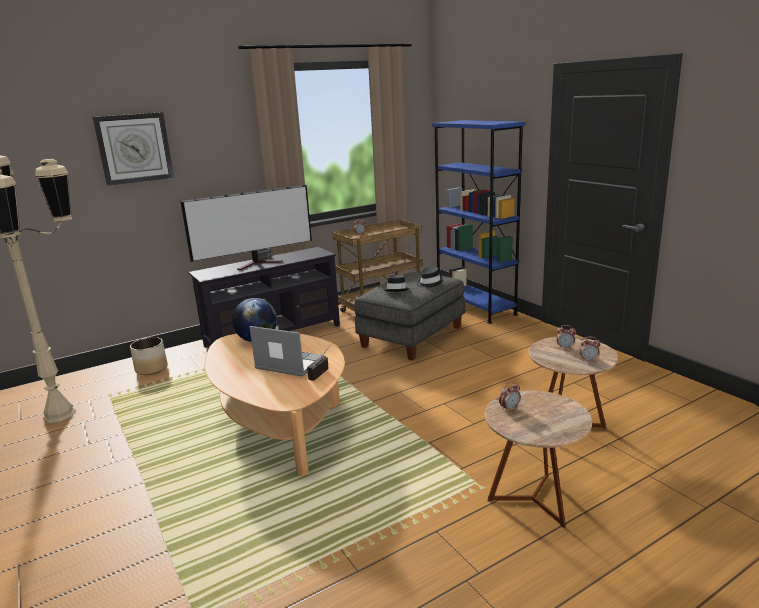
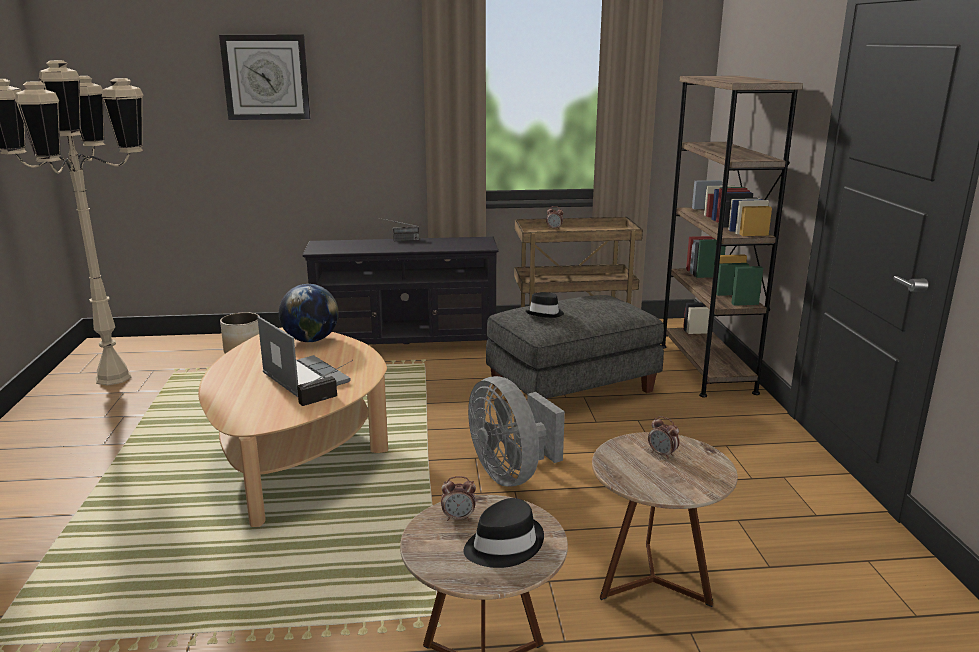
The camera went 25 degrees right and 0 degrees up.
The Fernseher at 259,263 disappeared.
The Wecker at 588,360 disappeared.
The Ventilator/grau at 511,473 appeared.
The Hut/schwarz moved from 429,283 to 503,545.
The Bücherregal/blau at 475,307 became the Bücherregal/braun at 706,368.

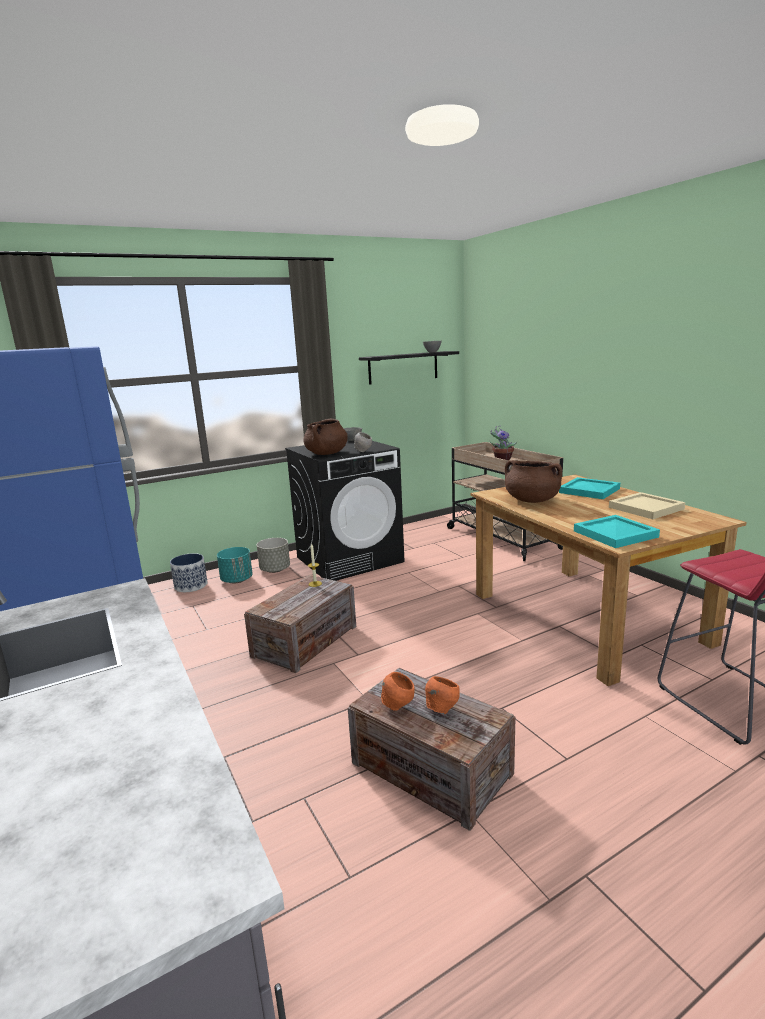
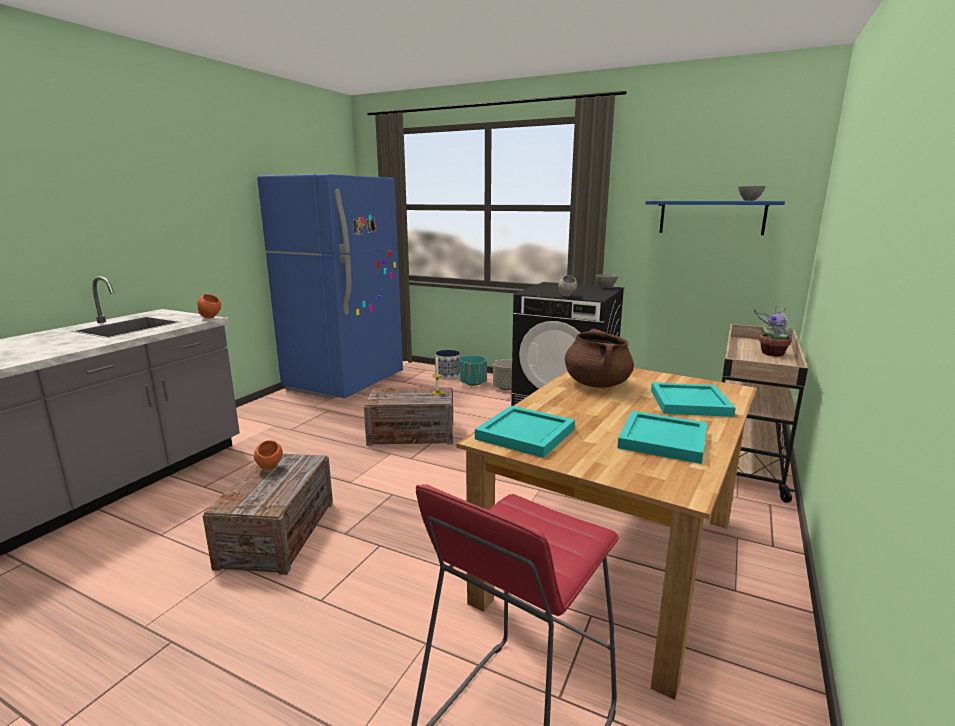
The camera went 55 degrees right and 0 degrees up.
The Kochtopf/braun at 326,454 disappeared.
The Schüssel/orange moved from 442,710 to 211,318.
The Wandregal/schwarz at 403,367 became the Wandregal/blau at 711,217.
The Tablett/beige at 645,508 became the Tablett/türkis at 664,439.

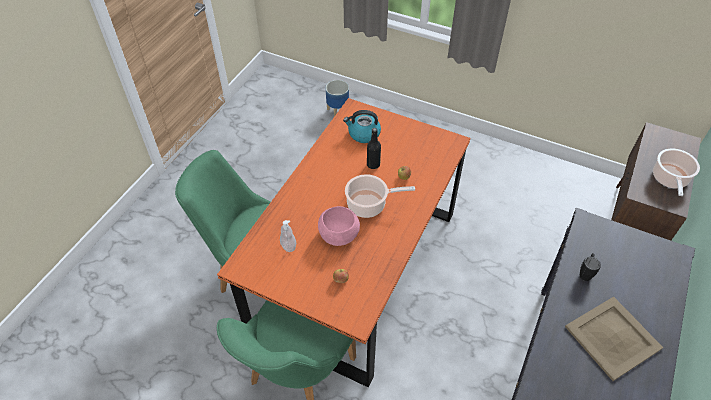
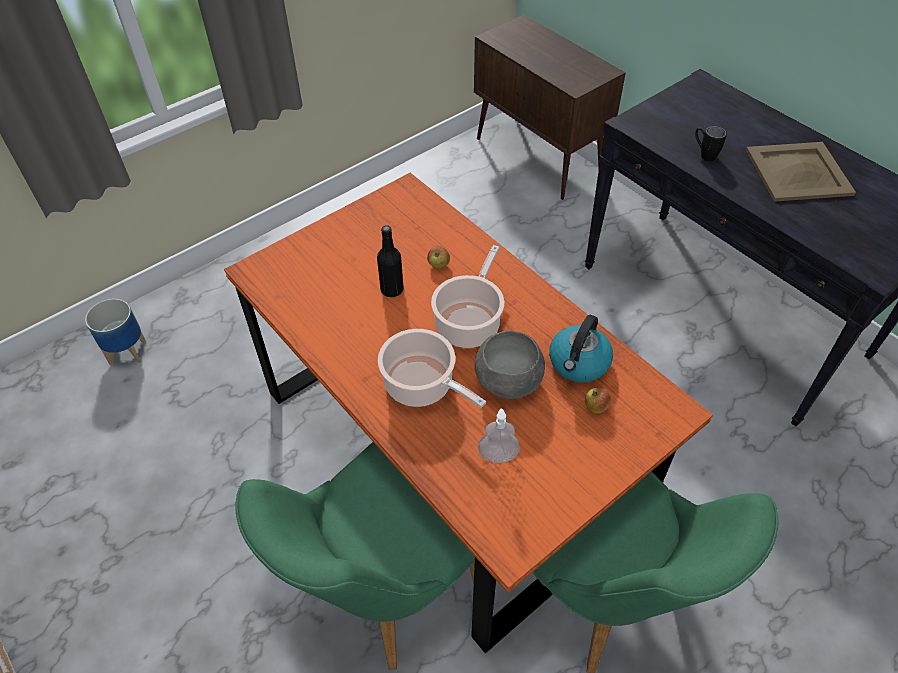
The camera went 65 degrees left and 0 degrees up.
The Wasserkessel moved from 363,134 to 578,363.
The Kochtopf moved from 669,179 to 422,386.
The Schüssel/rosa at 338,235 became the Schüssel/grau at 508,380.

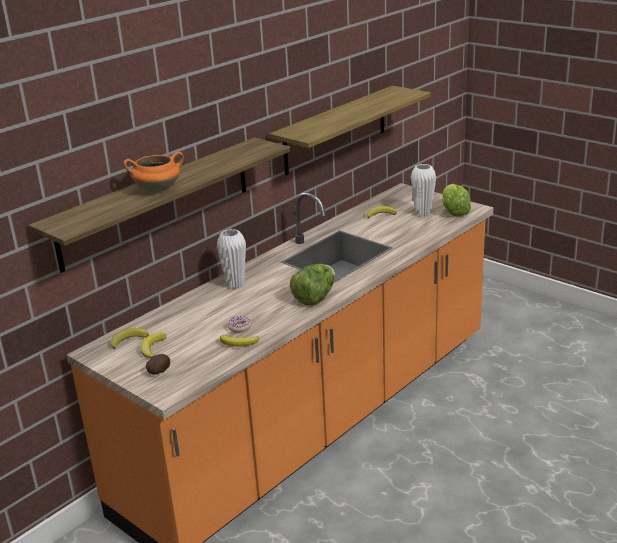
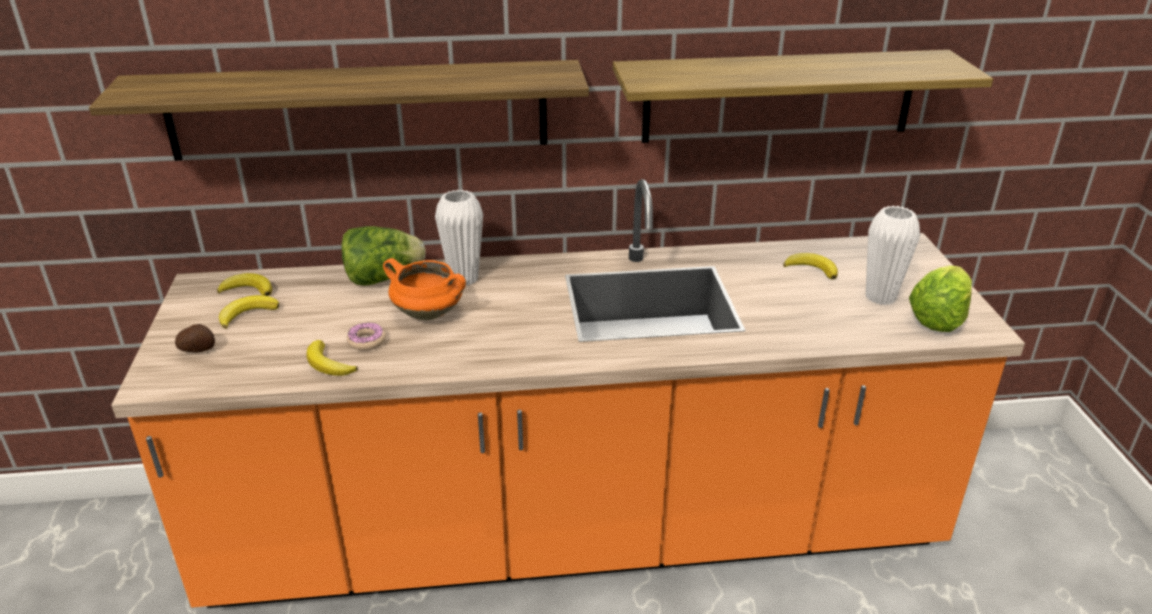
The camera went 40 degrees right and 5 degrees up.
The Kochtopf/orange moved from 158,189 to 429,313.
The Salatkopf moved from 315,298 to 383,278.

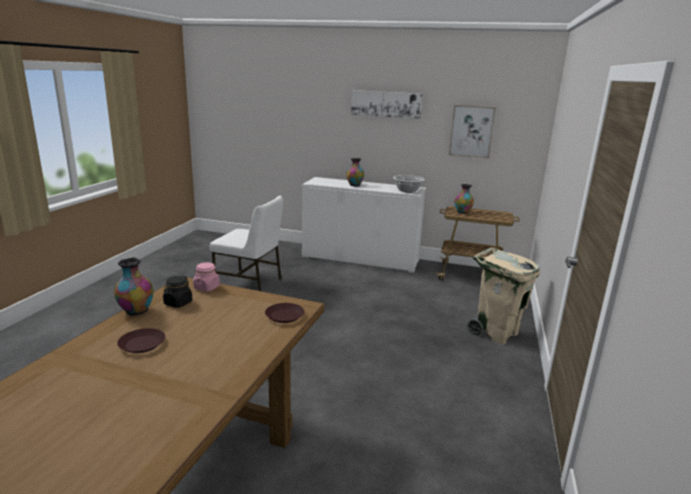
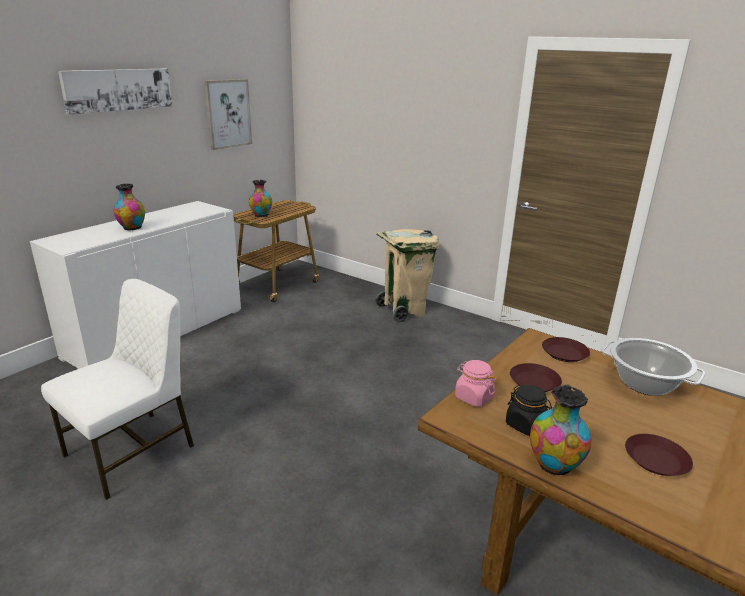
The camera went 70 degrees left and 5 degrees up.
The Teller/braun at 533,382 appeared.
The Kochtopf moved from 407,190 to 644,384.

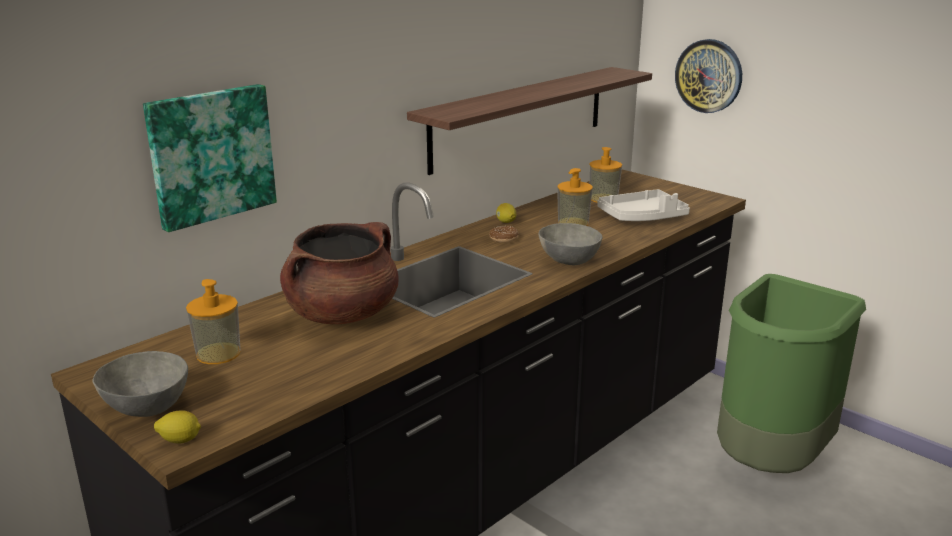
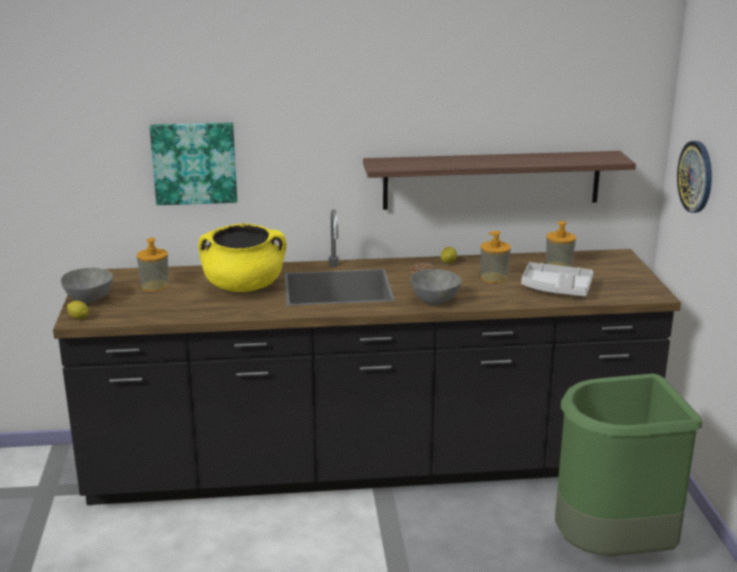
The camera went 40 degrees right and 0 degrees up.
The Kochtopf/braun at 342,314 became the Kochtopf/gelb at 244,286.

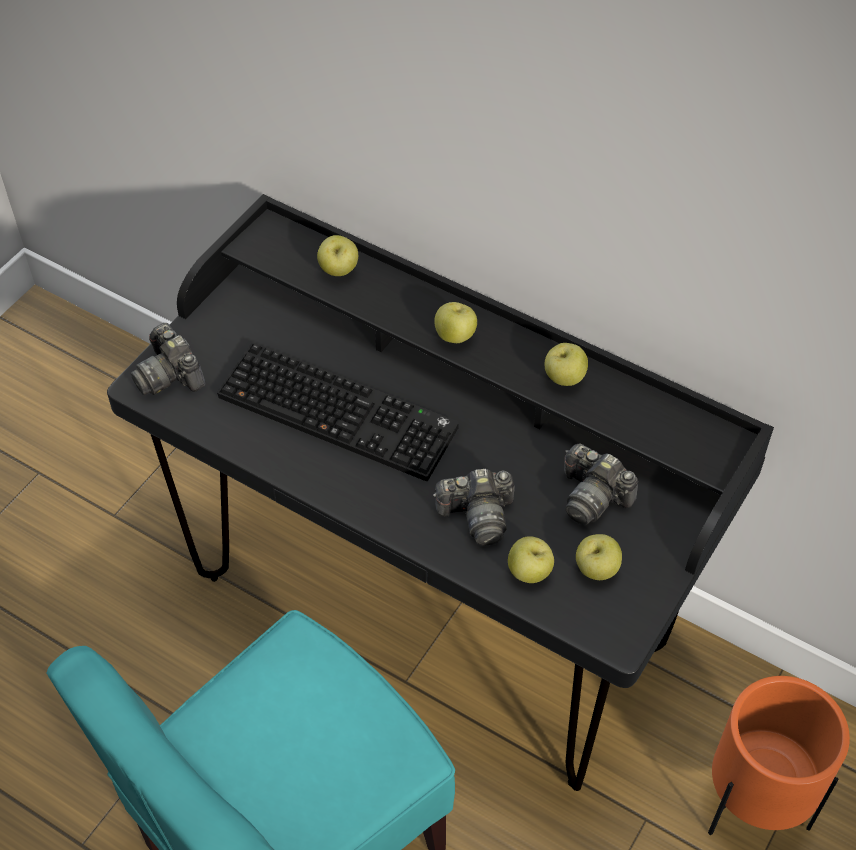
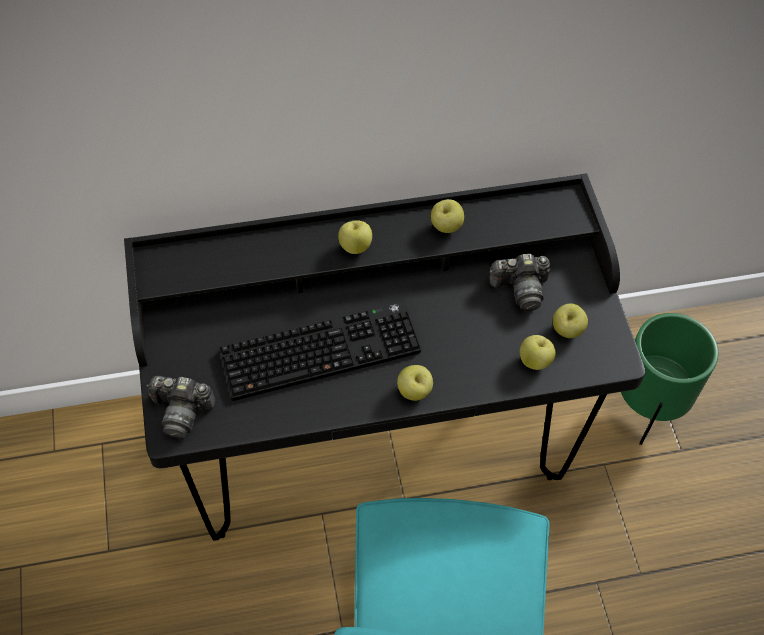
The camera went 45 degrees left and 5 degrees up.
The Kamera at 477,516 disappeared.
The Apfel moved from 338,270 to 414,391.
The Pflanzkübel/orange at 753,804 became the Pflanzkübel/grün at 645,409.

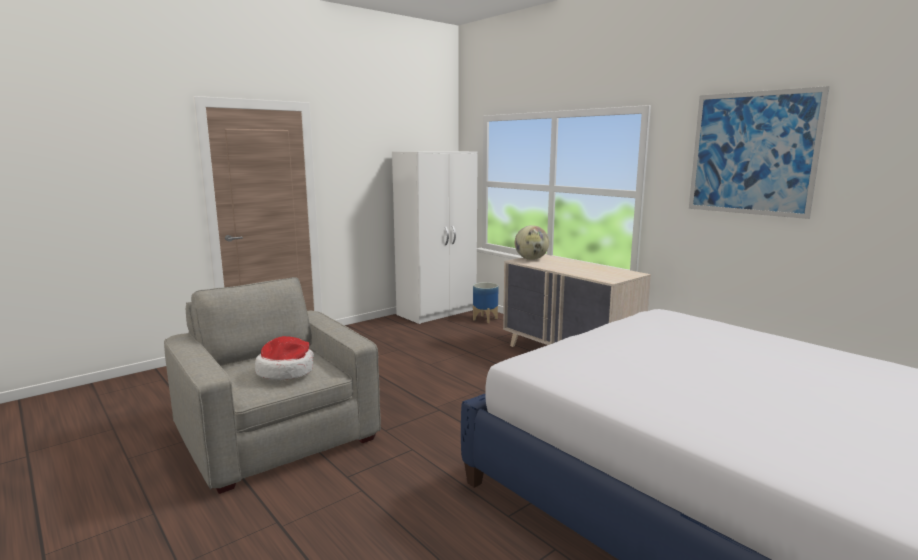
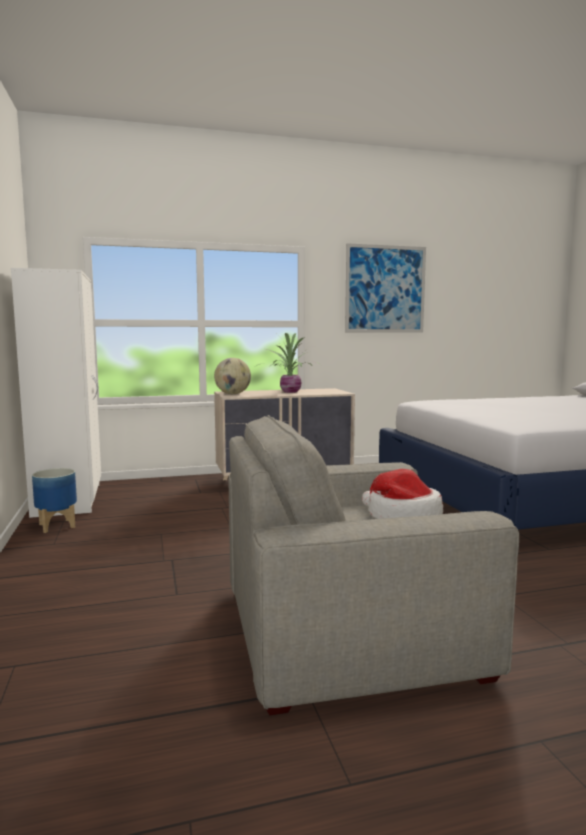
The camera went 65 degrees left and 5 degrees down.
The Topfpflanze at 289,392 appeared.
The Pflanzkübel moved from 485,319 to 57,526.

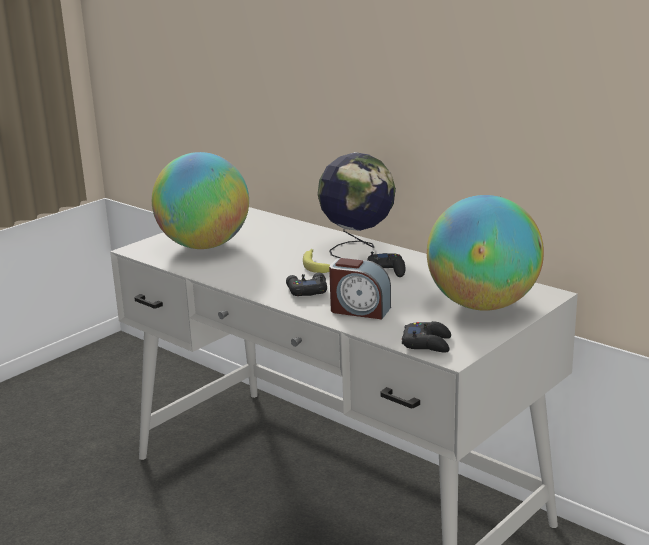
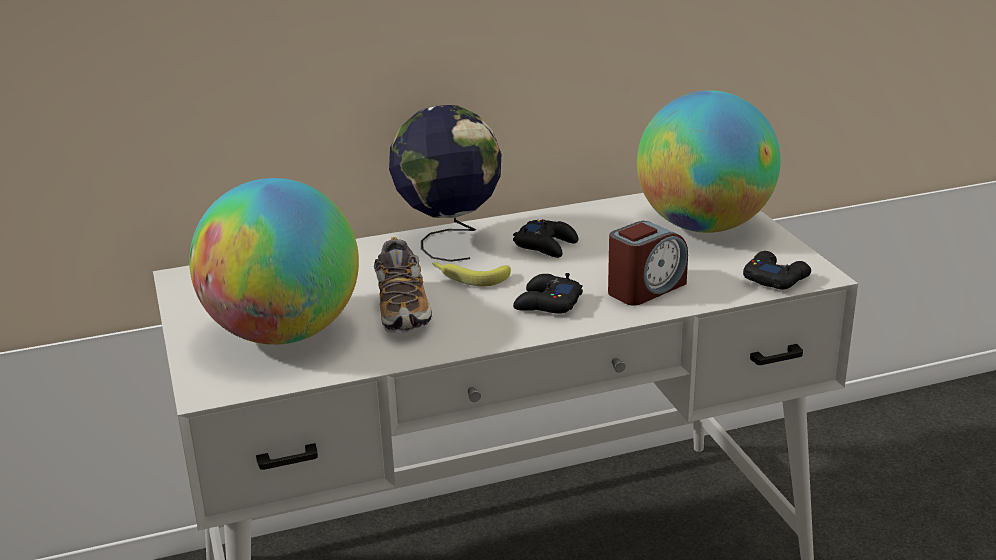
The camera went 60 degrees left and 5 degrees up.
The Schuh at 403,309 appeared.

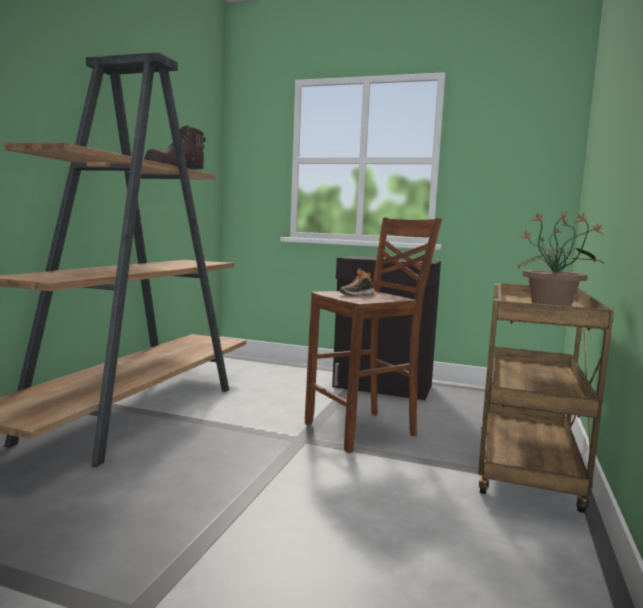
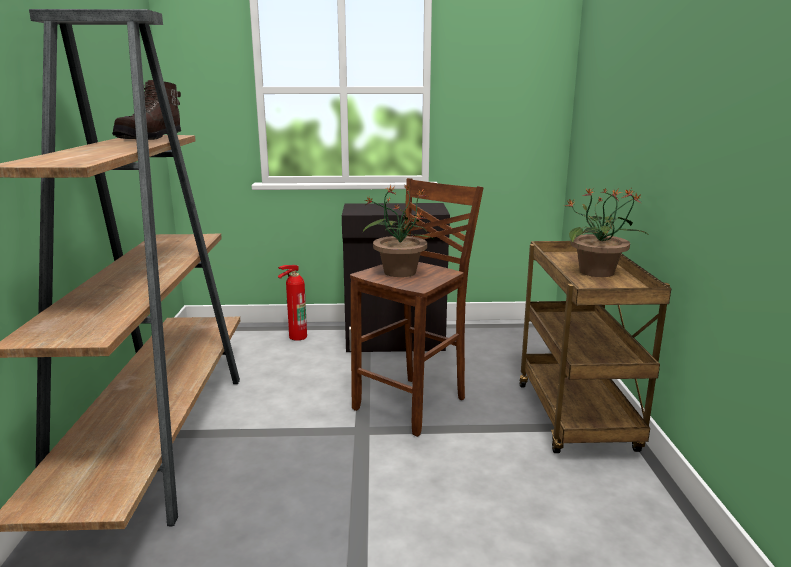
The camera went 20 degrees left and 10 degrees up.
The Feuerlöscher at 295,337 appeared.
The Schuh at 356,294 was replaced by the Topfpflanze at 399,272.

